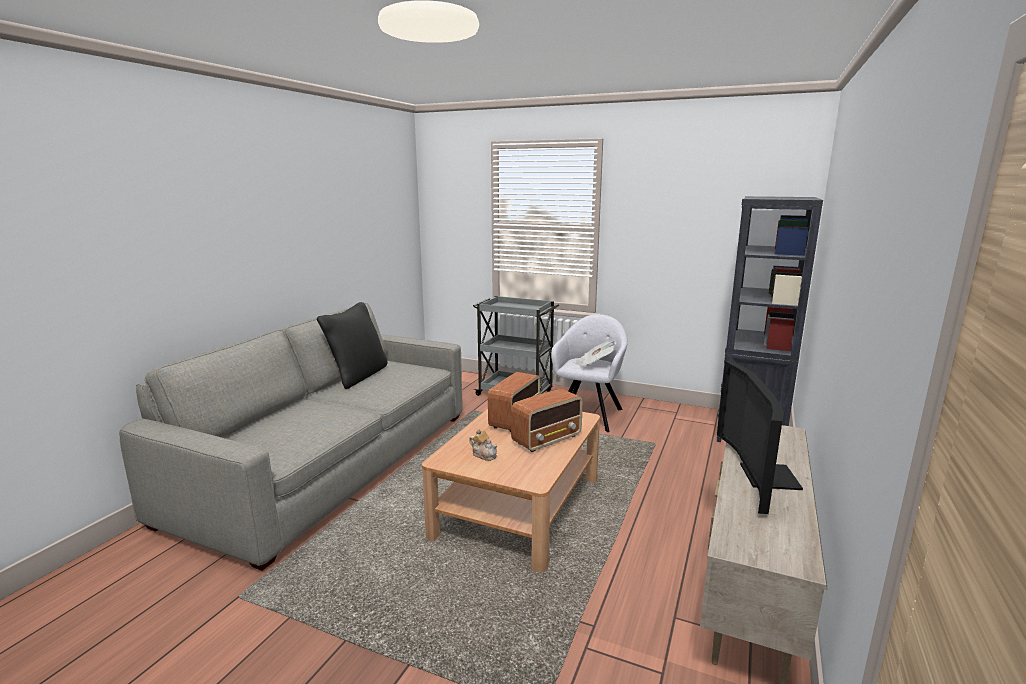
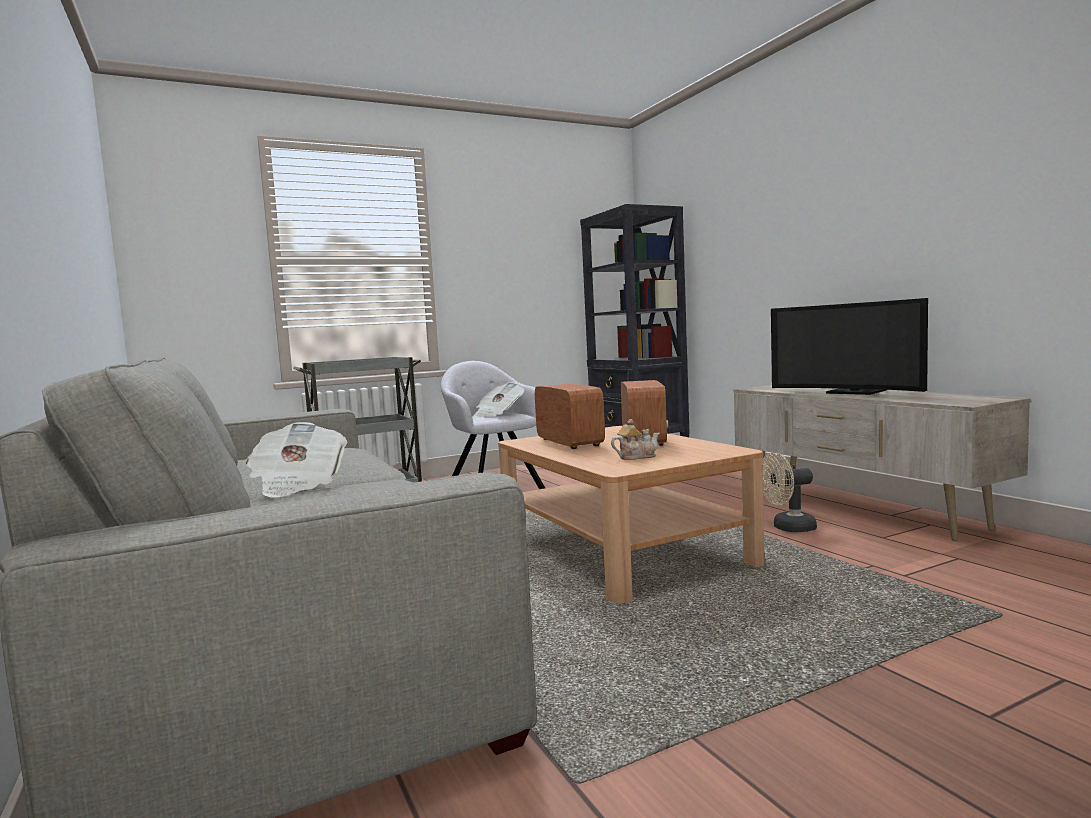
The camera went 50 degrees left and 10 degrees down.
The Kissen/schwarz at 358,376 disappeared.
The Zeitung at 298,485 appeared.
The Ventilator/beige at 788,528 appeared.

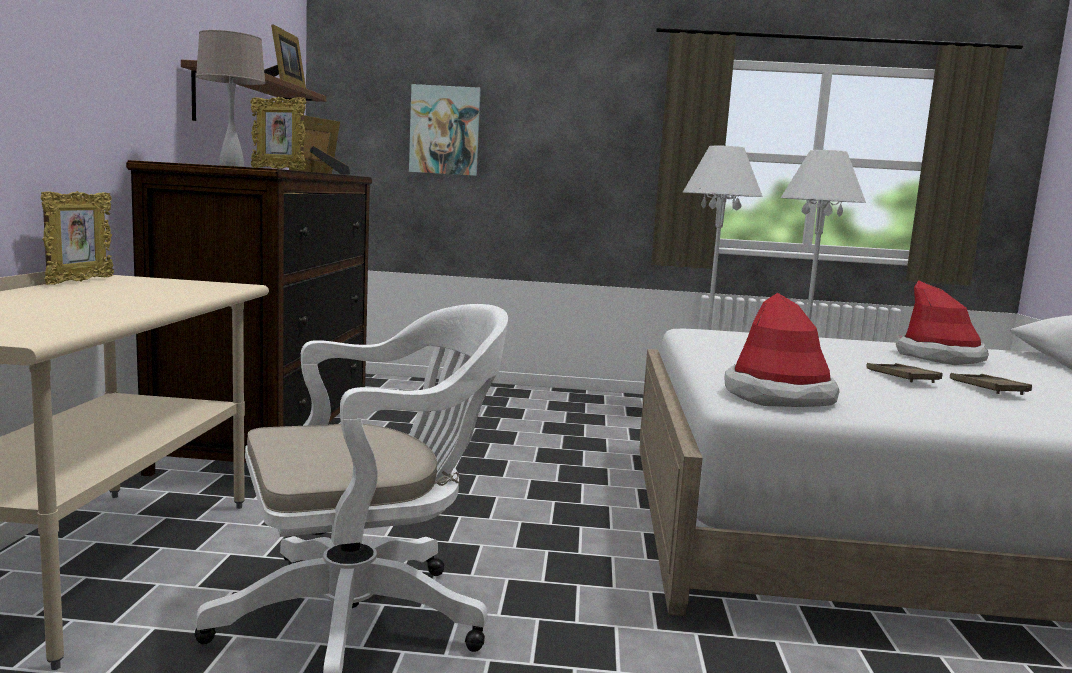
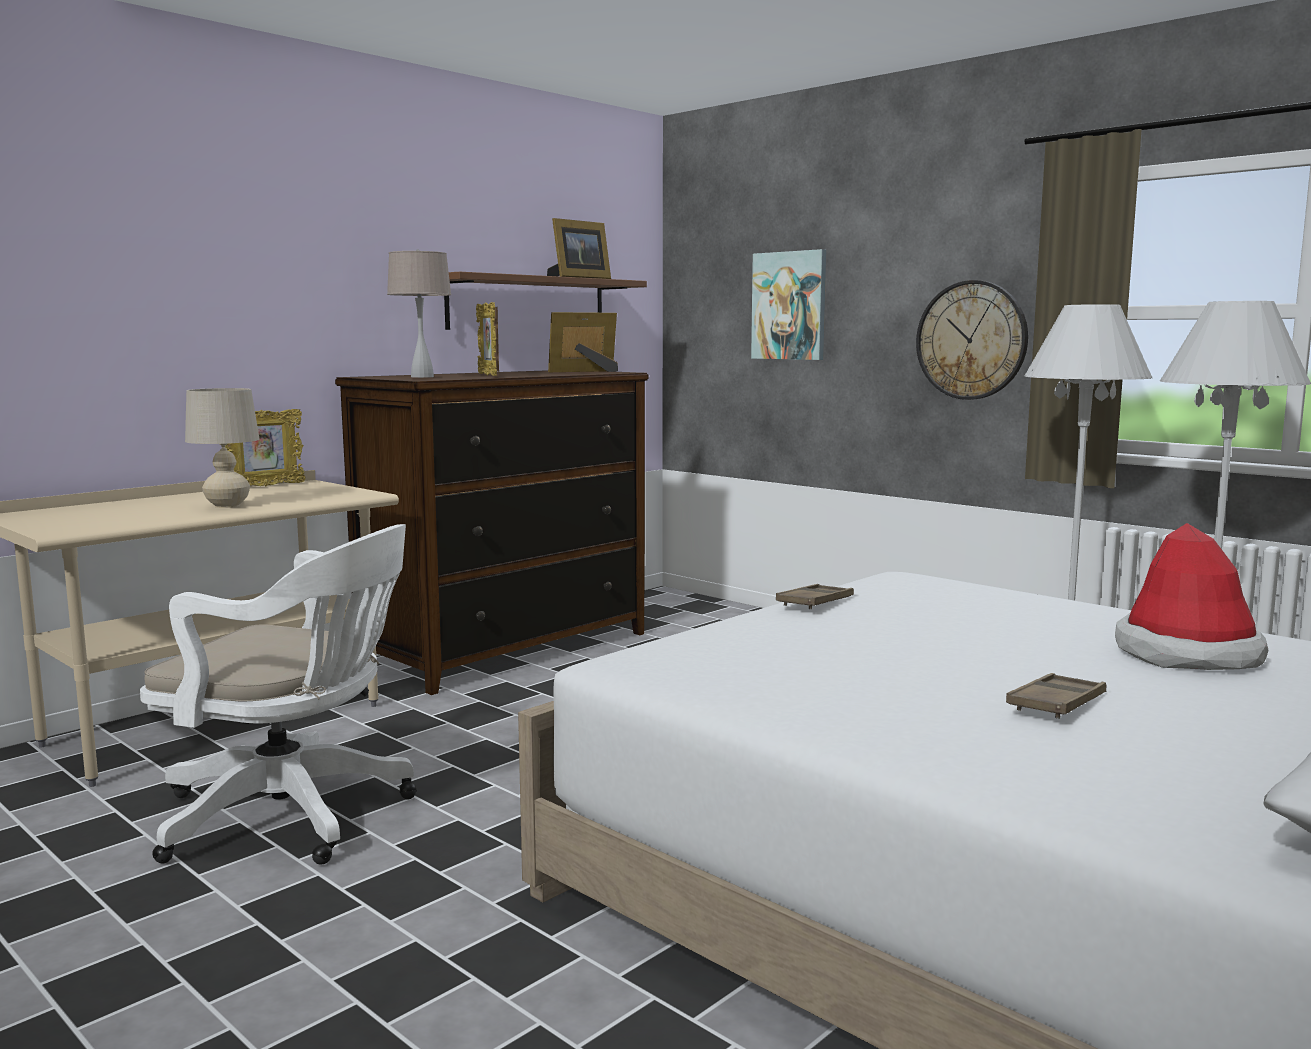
The camera went 40 degrees right and 0 degrees up.
The Hut at 779,396 disappeared.
The Tischlampe/beige at 227,506 appeared.
The Wanduhr at 971,340 appeared.
The Tablett/braun moved from 901,378 to 815,603.

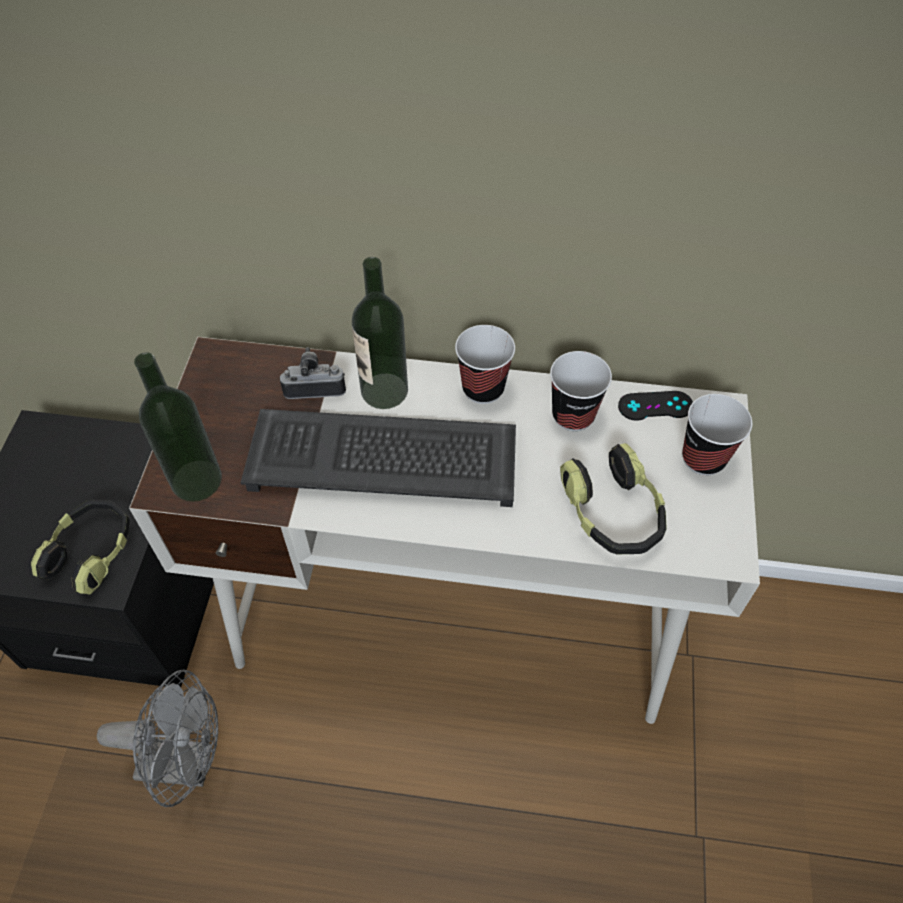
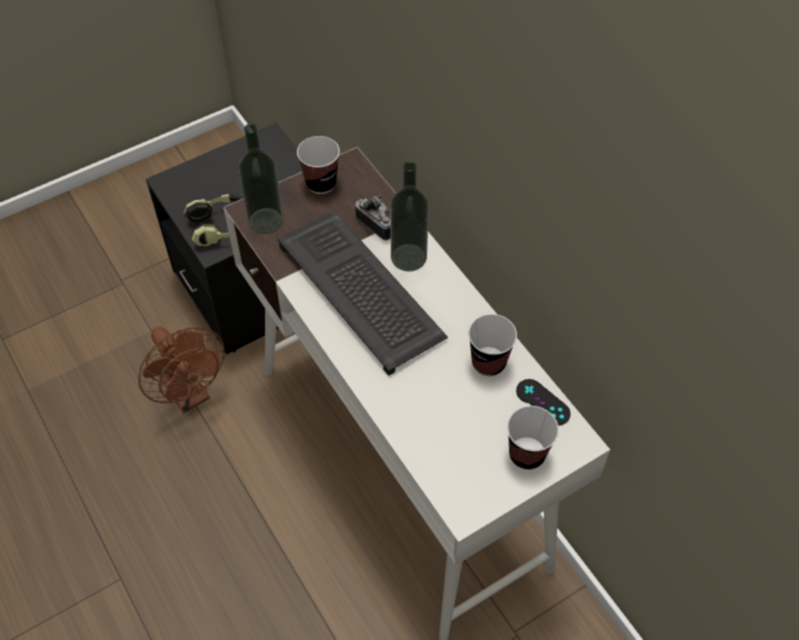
The camera went 50 degrees right and 0 degrees up.
The Kopfhörer at 612,513 disappeared.
The Tasse moved from 483,388 to 321,183.
The Ventilator/grau at 187,763 became the Ventilator/braun at 190,395.

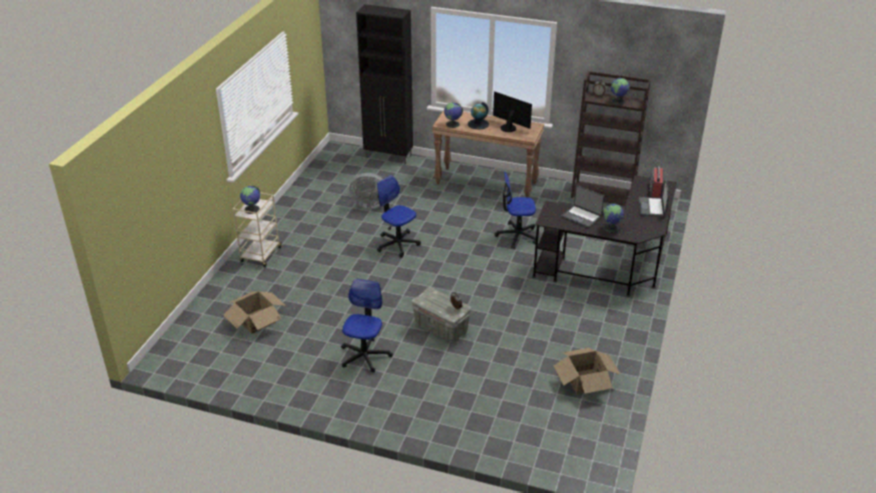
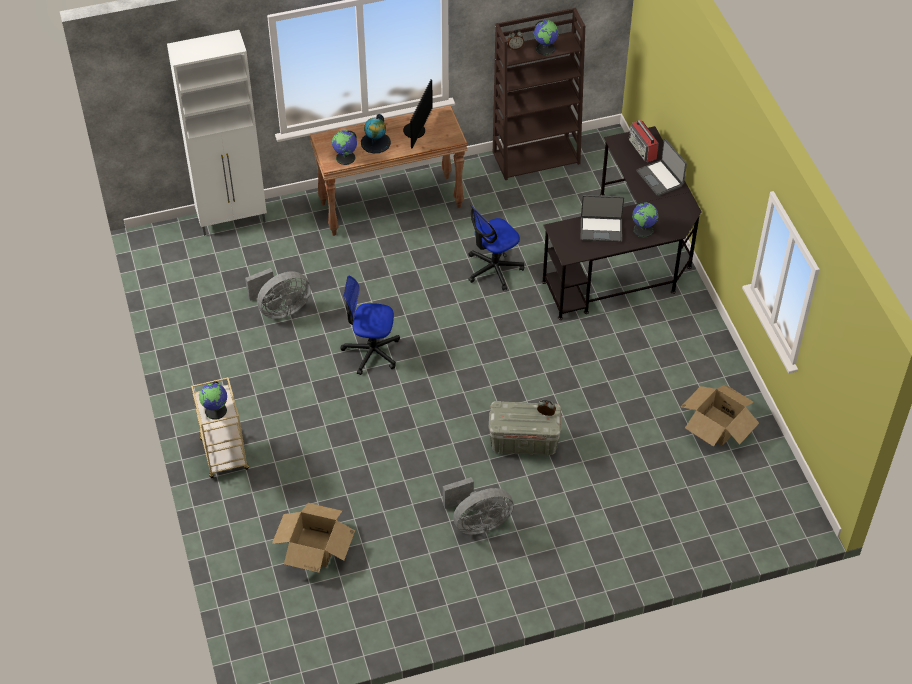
The camera went 35 degrees left and 15 degrees up.
The Bürostuhl at 364,356 was replaced by the Ventilator/grau at 477,522.
The Schrank/schwarz at 389,157 became the Schrank/weiß at 233,220.
The Monitor at 509,127 turned 105 degrees clockwise.

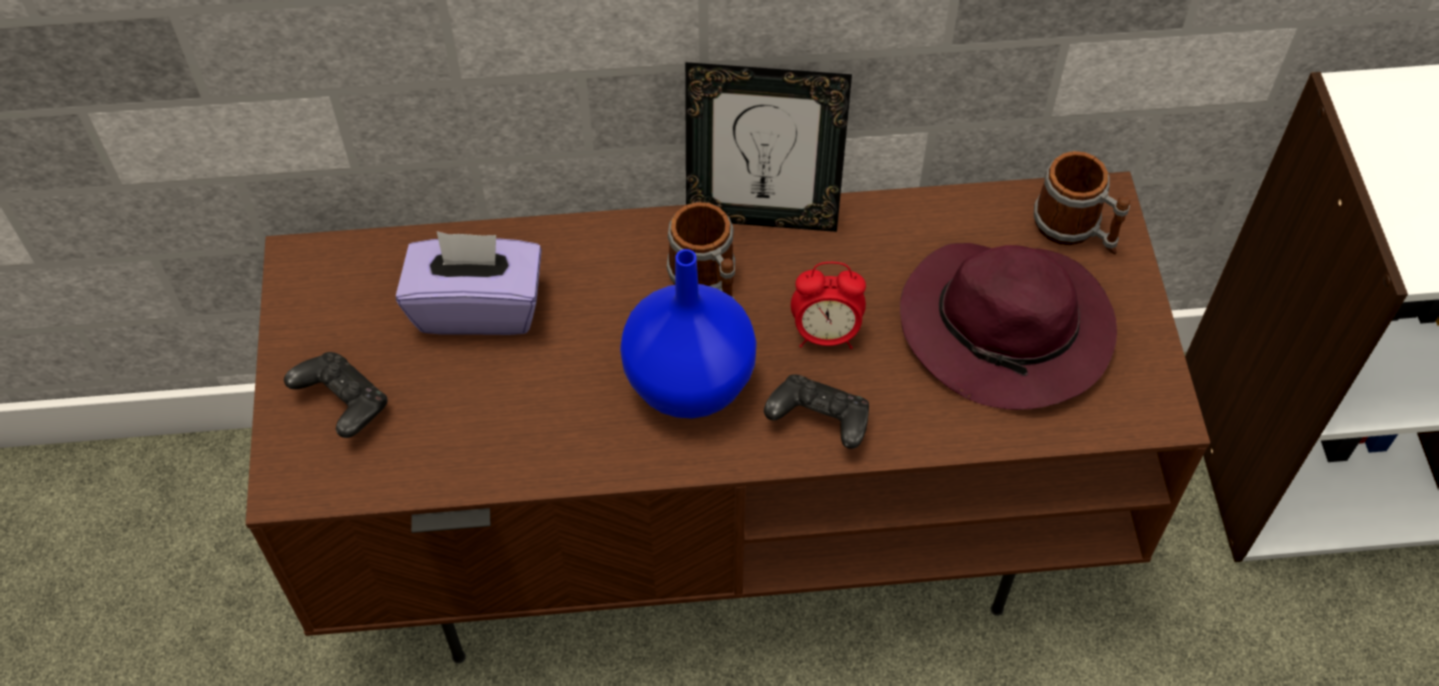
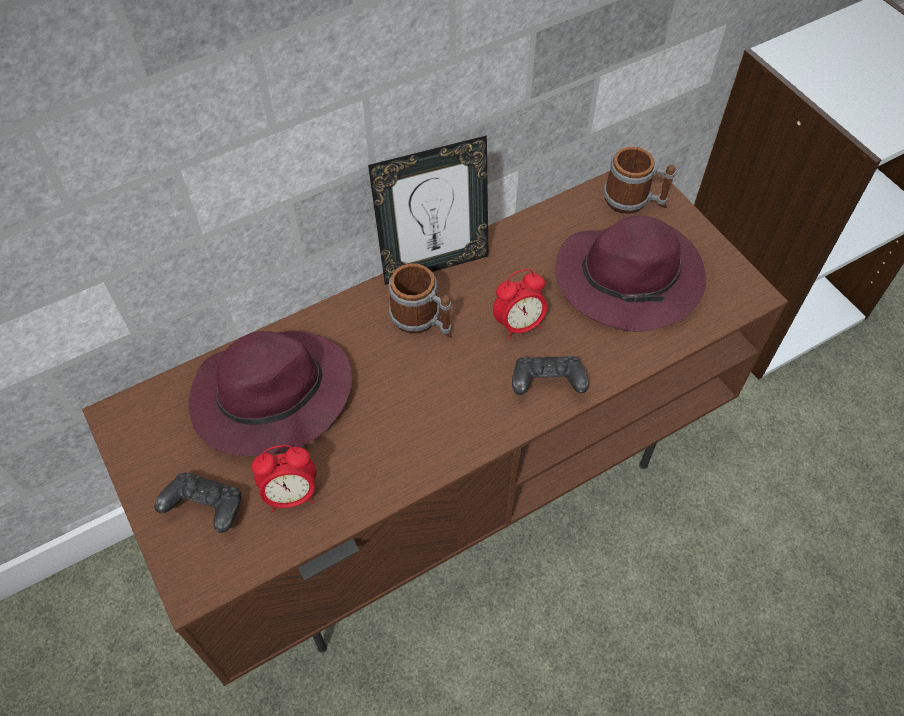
The camera went 25 degrees left and 0 degrees up.
The Vase/blau at 687,382 disappeared.
The Wecker at 291,495 appeared.
The Taschentuchbox/lila at 477,306 was replaced by the Hut/lila at 270,398.

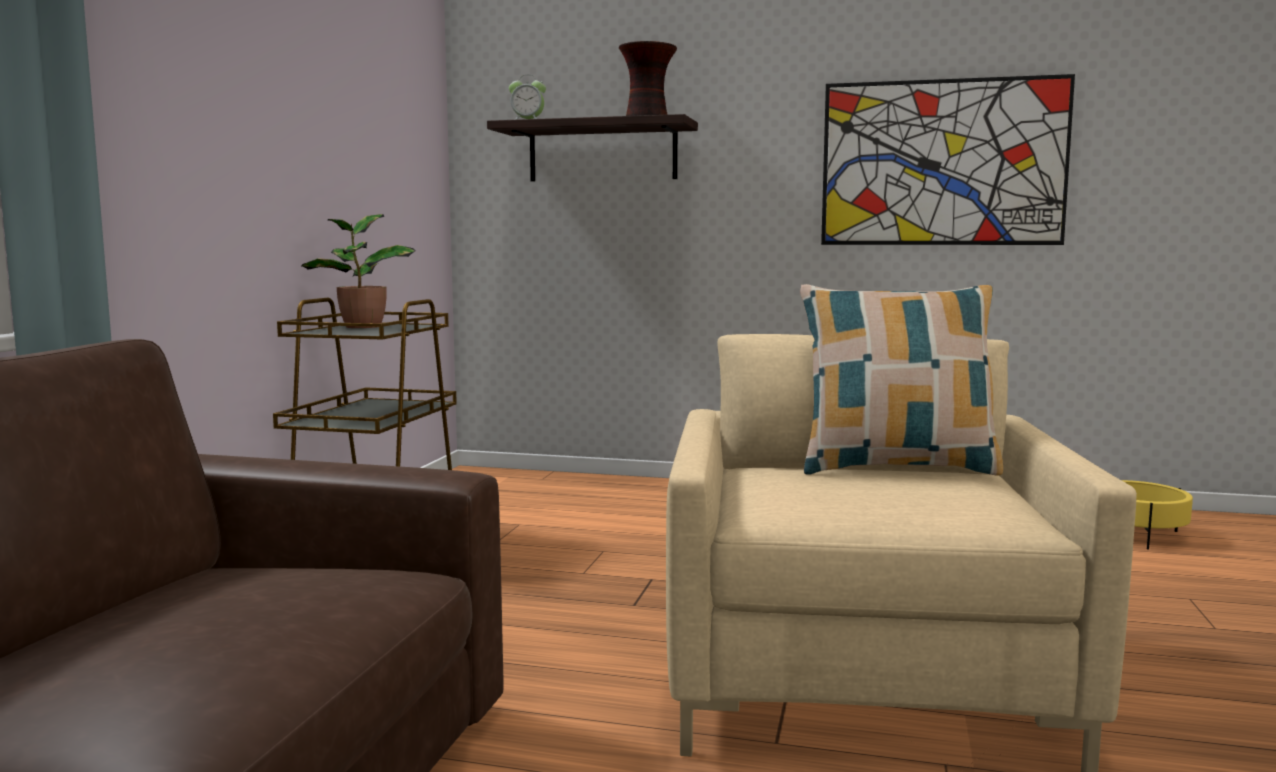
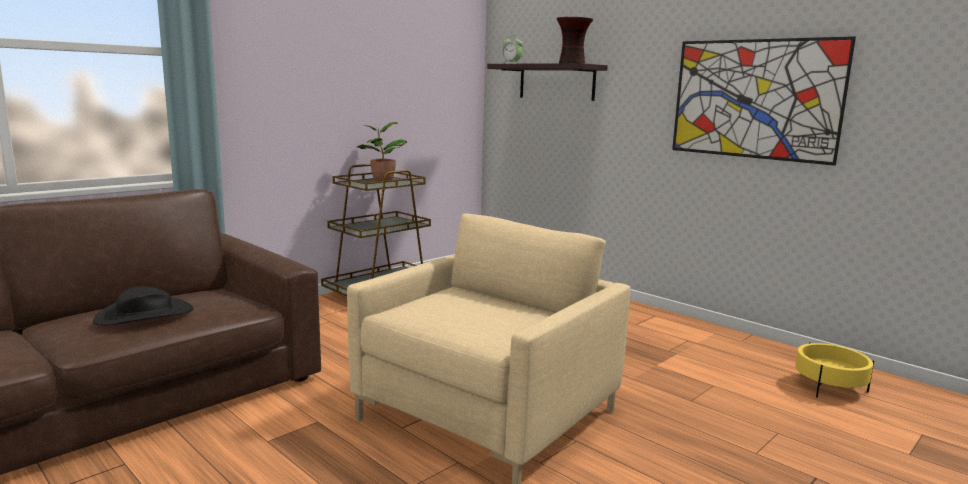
The camera went 30 degrees right and 5 degrees up.
The Kissen at 896,468 disappeared.
The Hut/schwarz at 144,315 appeared.

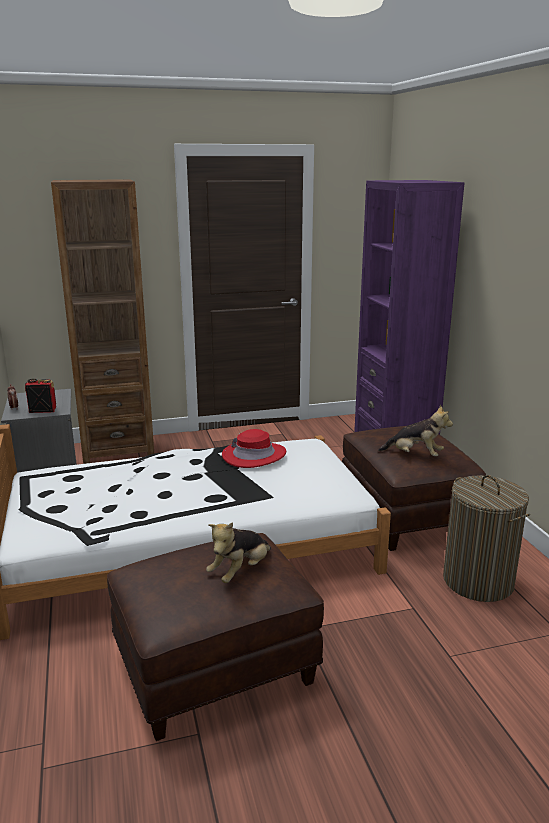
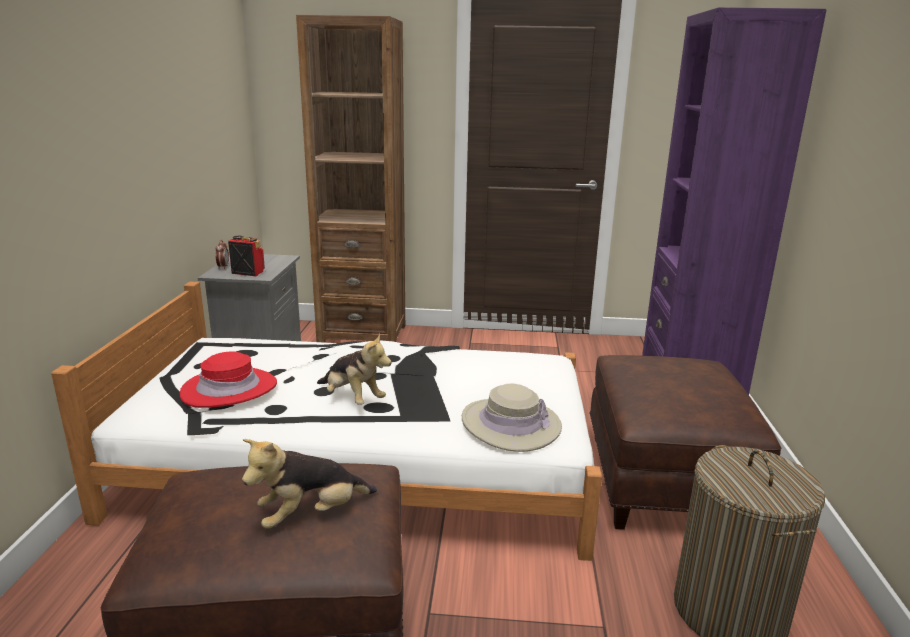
The camera went 20 degrees right and 0 degrees up.
The Hut/beige at 510,424 appeared.
The Hut/rot moved from 254,455 to 229,389.
The Plüschtier moved from 415,455 to 352,398.

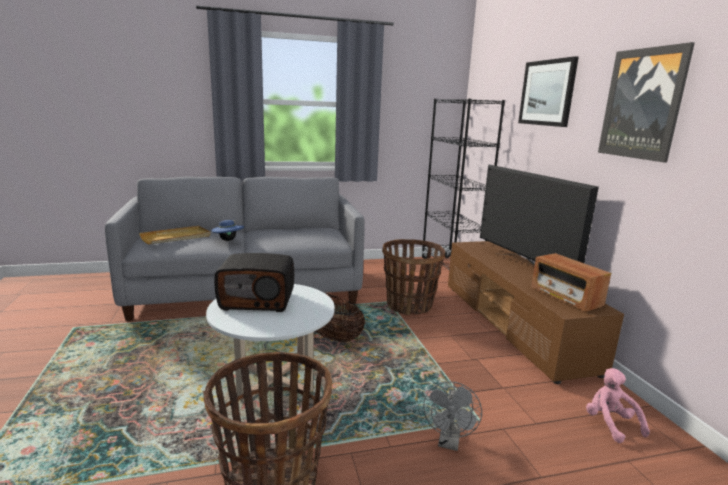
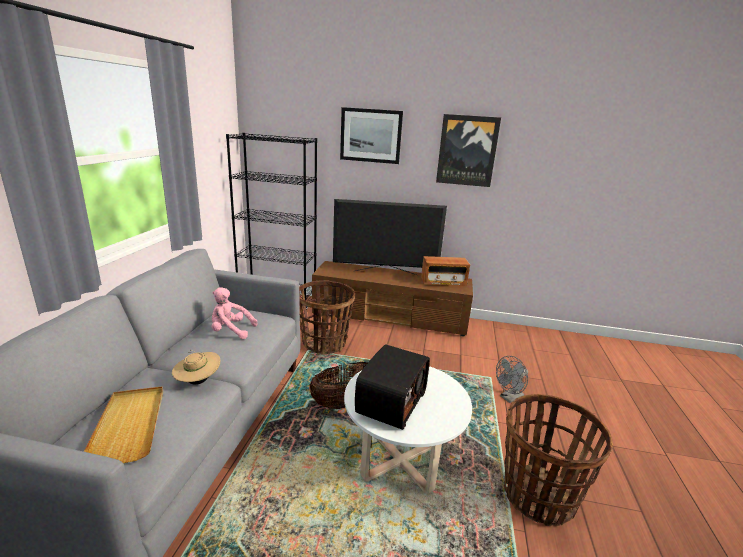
The camera went 65 degrees left and 5 degrees up.
The Plüschtier/rosa moved from 610,424 to 230,331.
The Hut/blau at 228,240 became the Hut/beige at 198,381.
The Ventilator/grau at 449,442 turned 105 degrees clockwise.

